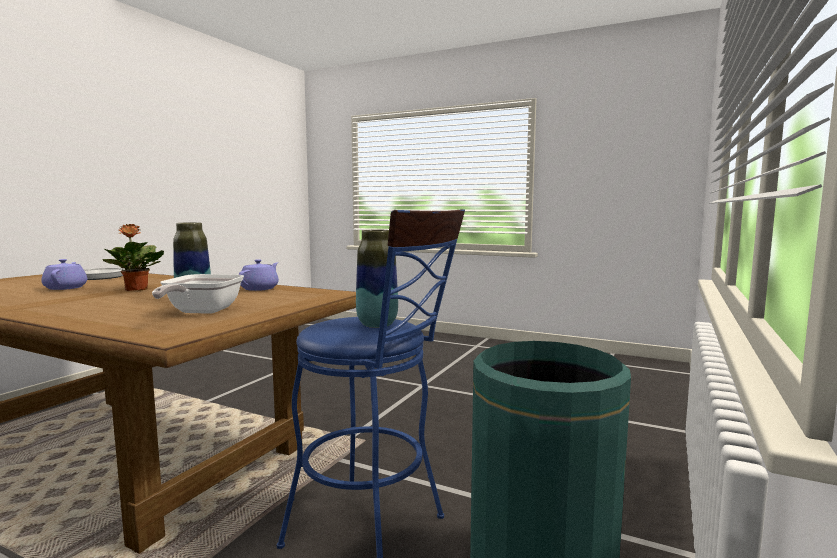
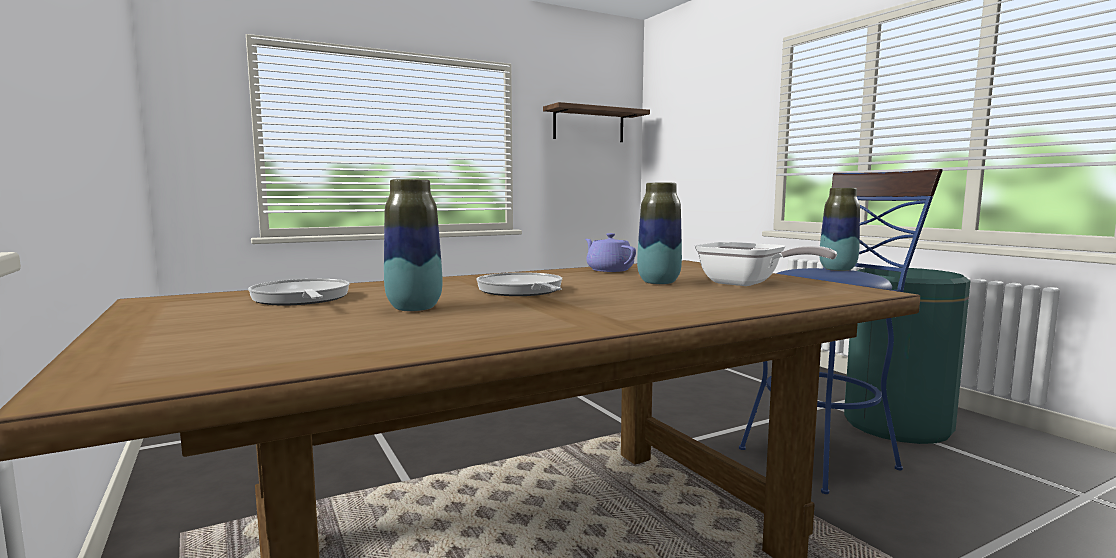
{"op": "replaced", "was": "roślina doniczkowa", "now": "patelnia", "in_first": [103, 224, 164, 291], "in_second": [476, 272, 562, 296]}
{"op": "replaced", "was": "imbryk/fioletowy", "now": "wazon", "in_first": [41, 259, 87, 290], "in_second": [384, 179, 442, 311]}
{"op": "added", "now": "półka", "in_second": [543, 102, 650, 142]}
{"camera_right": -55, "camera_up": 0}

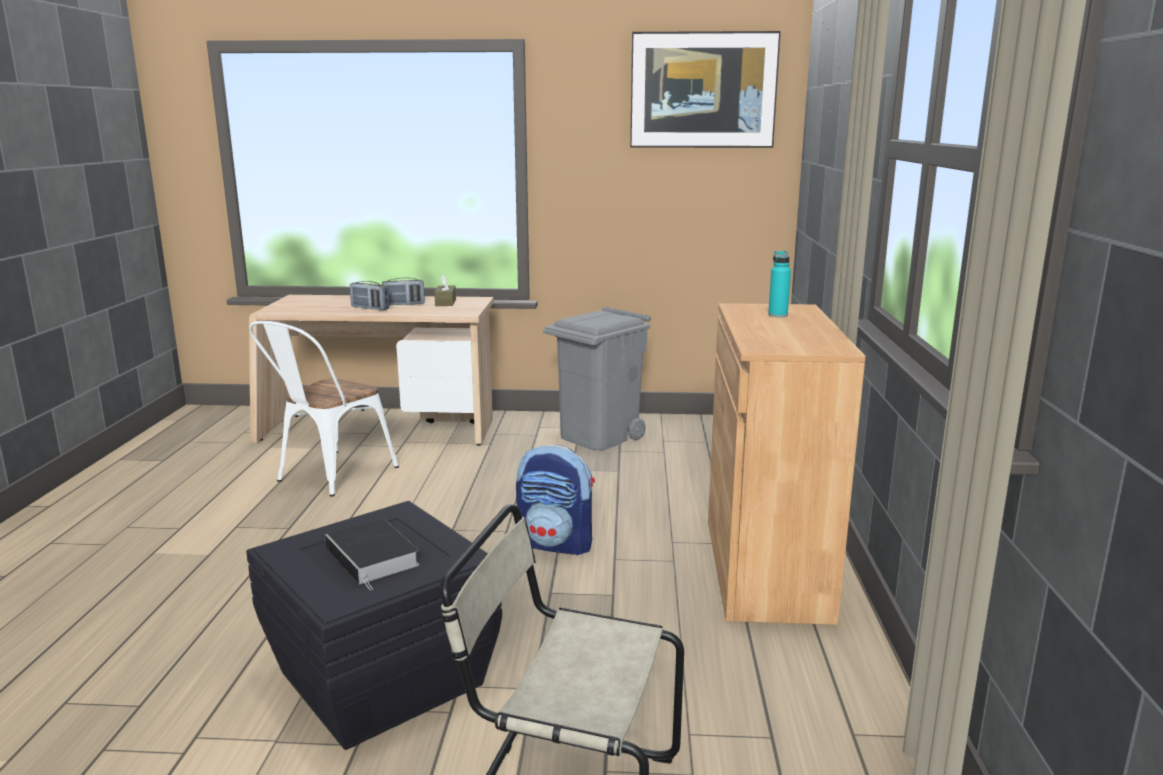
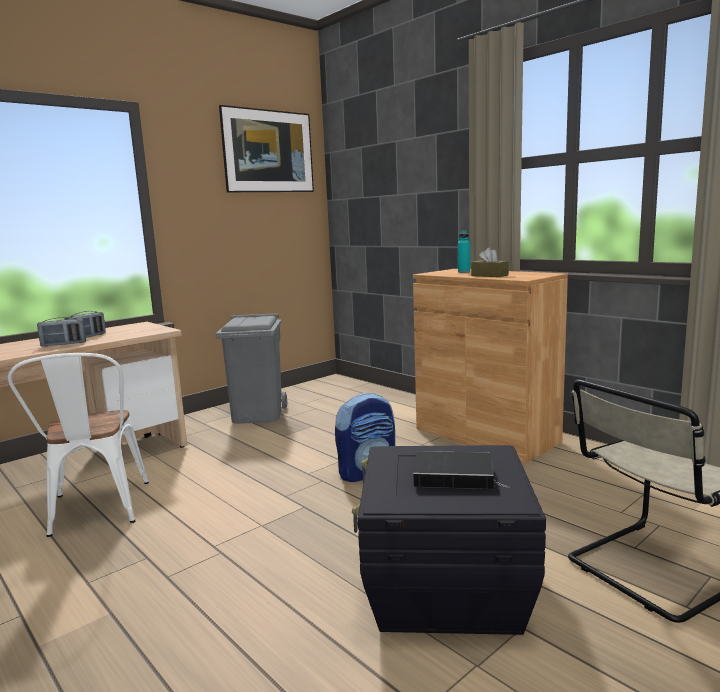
{"op": "moved", "was": "pudełko chusteczek/brązowy", "in_first": [434, 275, 456, 306], "in_second": [471, 248, 509, 277]}
{"camera_right": -45, "camera_up": -5}

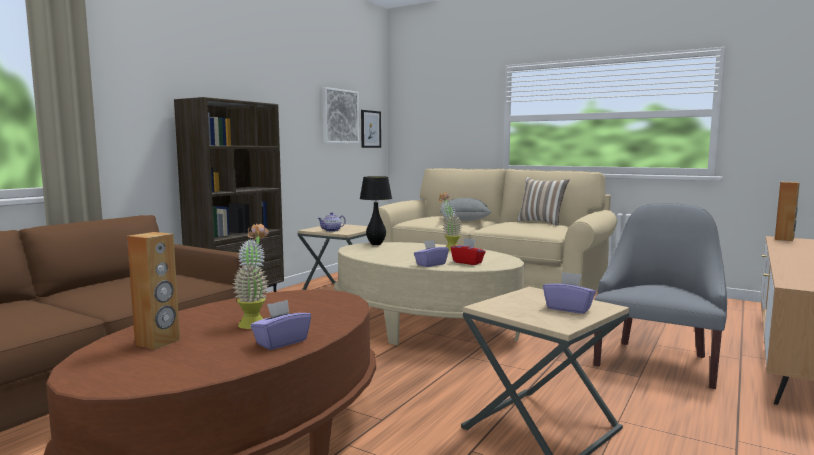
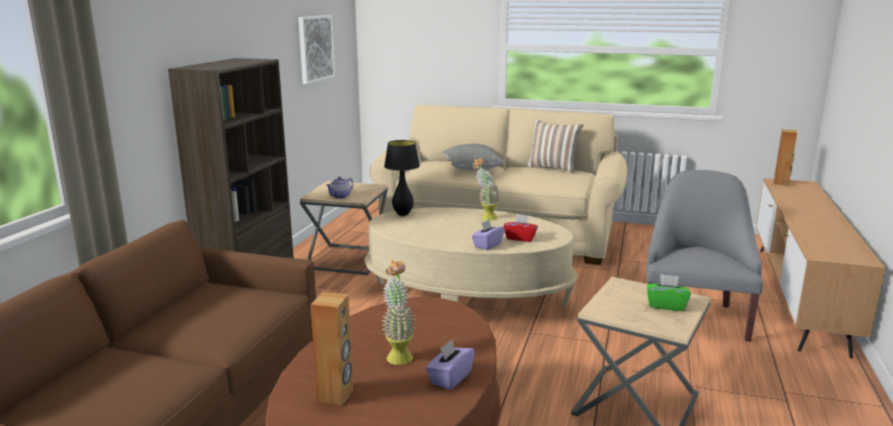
{"op": "removed", "was": "obraz", "in_first": [361, 110, 381, 148]}
{"op": "recoloured", "was": "pudełko chusteczek/fioletowy", "now": "pudełko chusteczek/zielony", "in_first": [543, 272, 596, 314], "in_second": [647, 274, 691, 311]}
{"camera_right": -15, "camera_up": 10}

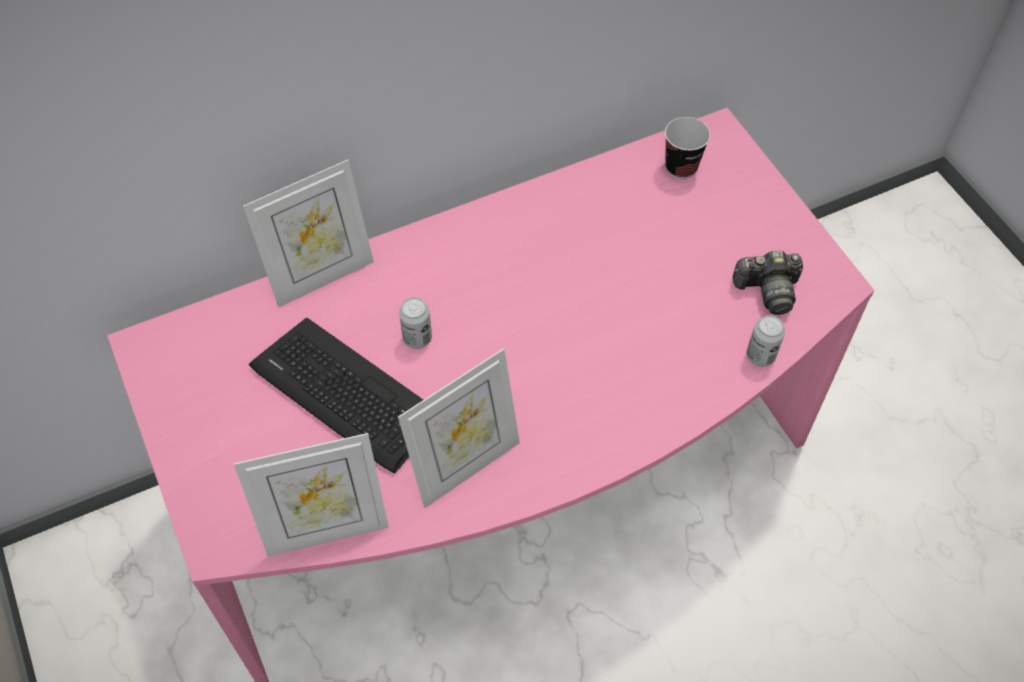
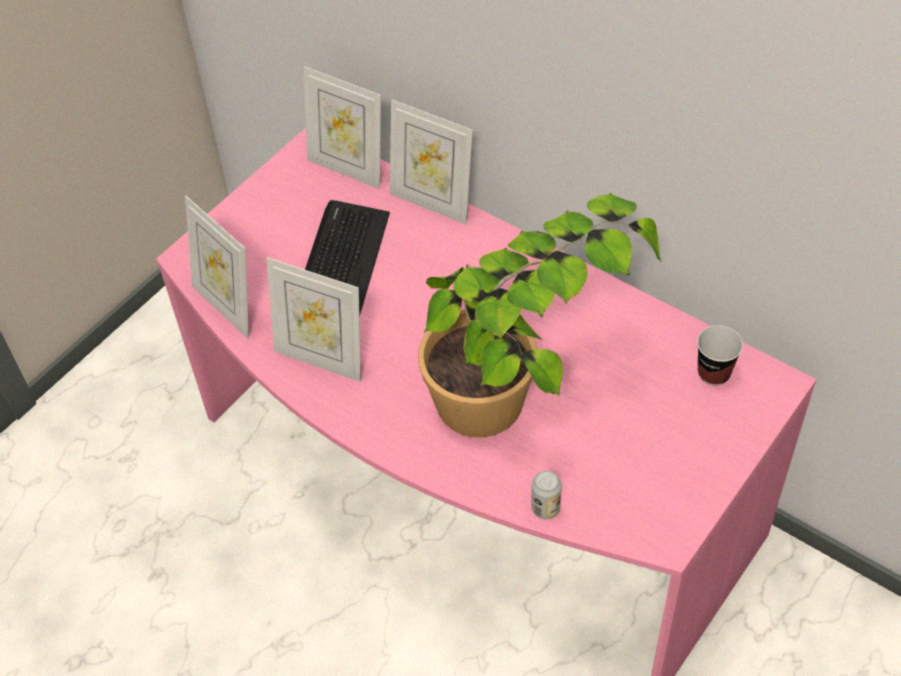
{"op": "removed", "was": "aparat fotograficzny", "in_first": [733, 251, 803, 315]}
{"op": "removed", "was": "puszka", "in_first": [399, 297, 432, 349]}
{"op": "added", "now": "ramka na zdjęcie", "in_second": [304, 66, 381, 189]}
{"op": "added", "now": "roślina doniczkowa", "in_second": [418, 193, 661, 437]}
{"camera_right": 65, "camera_up": -5}

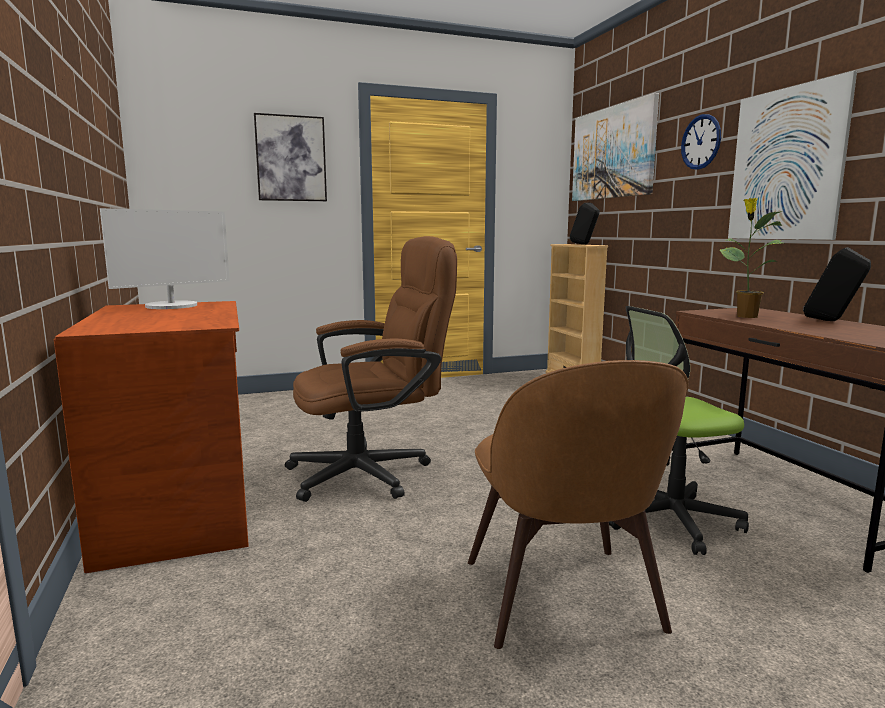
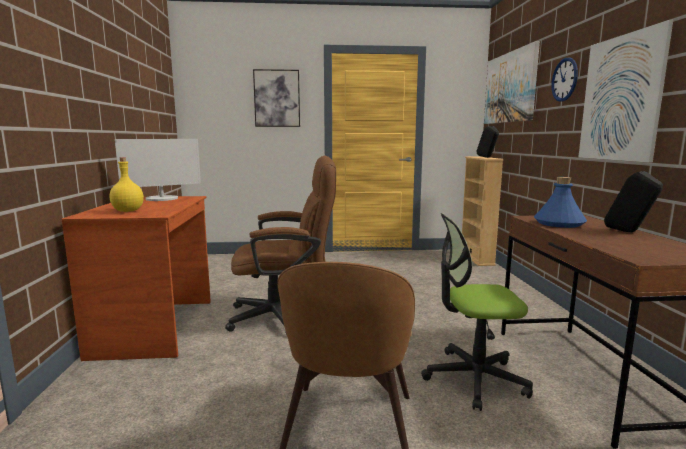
{"op": "replaced", "was": "roślina doniczkowa", "now": "butelka/niebieski", "in_first": [720, 198, 783, 318], "in_second": [534, 177, 587, 228]}
{"op": "added", "now": "butelka/żółty", "in_second": [109, 157, 144, 212]}
{"camera_right": 15, "camera_up": 0}

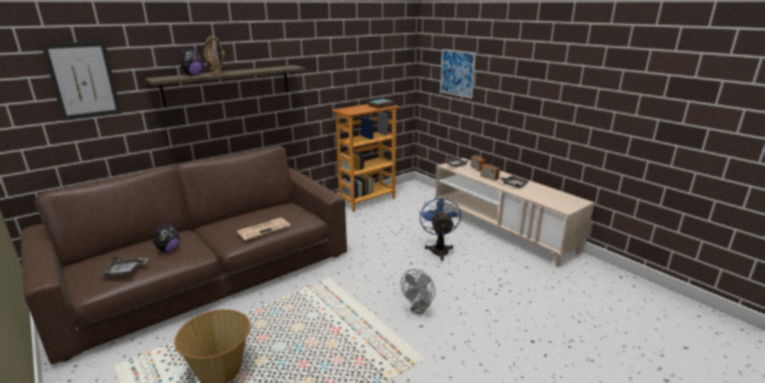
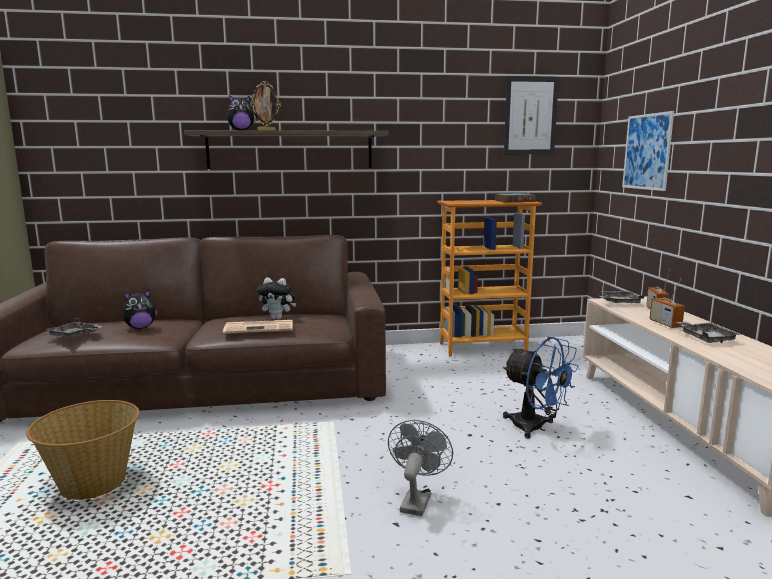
{"op": "moved", "was": "obraz", "in_first": [41, 41, 122, 121], "in_second": [504, 76, 559, 154]}
{"op": "turned", "was": "wentylator/niebieski", "in_first": [419, 196, 461, 261], "in_second": [503, 337, 579, 439], "clockwise": 105}
{"op": "turned", "was": "wentylator/szary", "in_first": [401, 269, 435, 315], "in_second": [388, 420, 453, 516], "clockwise": 135}
{"op": "added", "now": "pluszak", "in_second": [257, 277, 296, 320]}
{"camera_right": 30, "camera_up": -10}

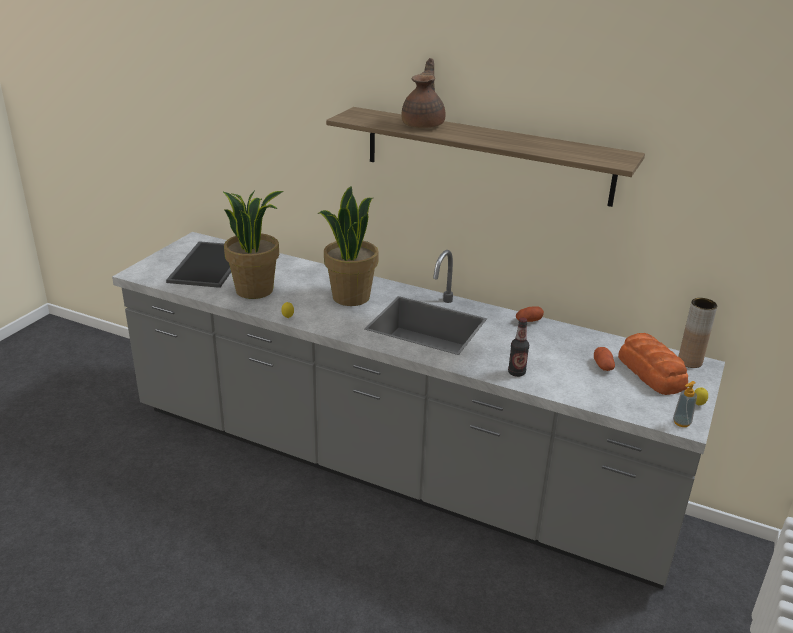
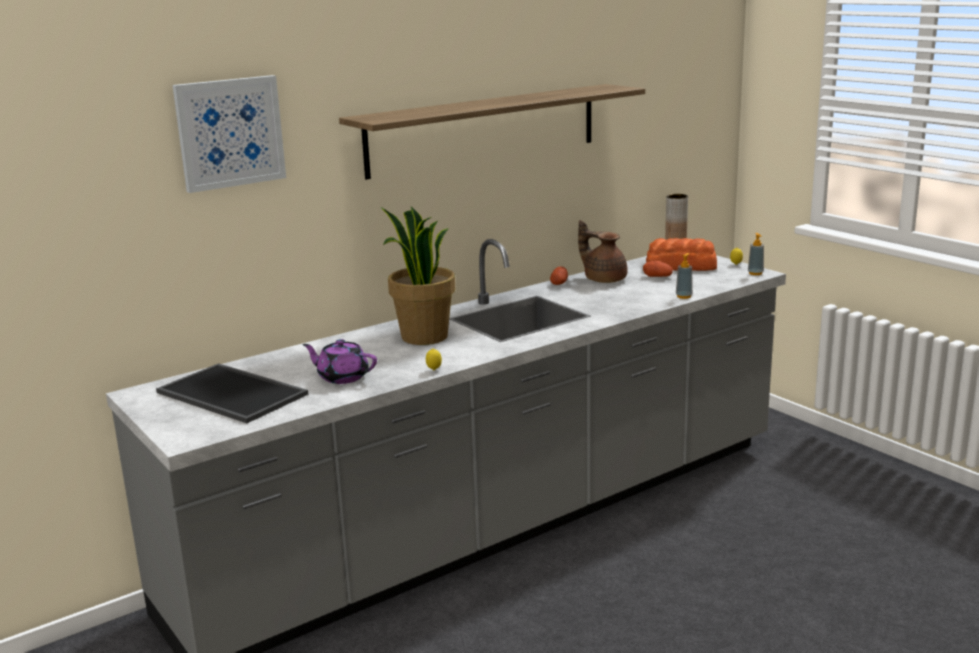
{"op": "moved", "was": "imbryk/brązowy", "in_first": [402, 58, 445, 128], "in_second": [578, 220, 628, 283]}
{"op": "replaced", "was": "roślina doniczkowa", "now": "imbryk/fioletowy", "in_first": [223, 190, 283, 299], "in_second": [302, 339, 377, 384]}
{"op": "removed", "was": "butelka", "in_first": [508, 317, 529, 377]}
{"op": "added", "now": "obraz", "in_second": [172, 75, 286, 193]}
{"op": "added", "now": "dozownik mydła", "in_second": [676, 253, 693, 299]}
{"camera_right": -60, "camera_up": -10}

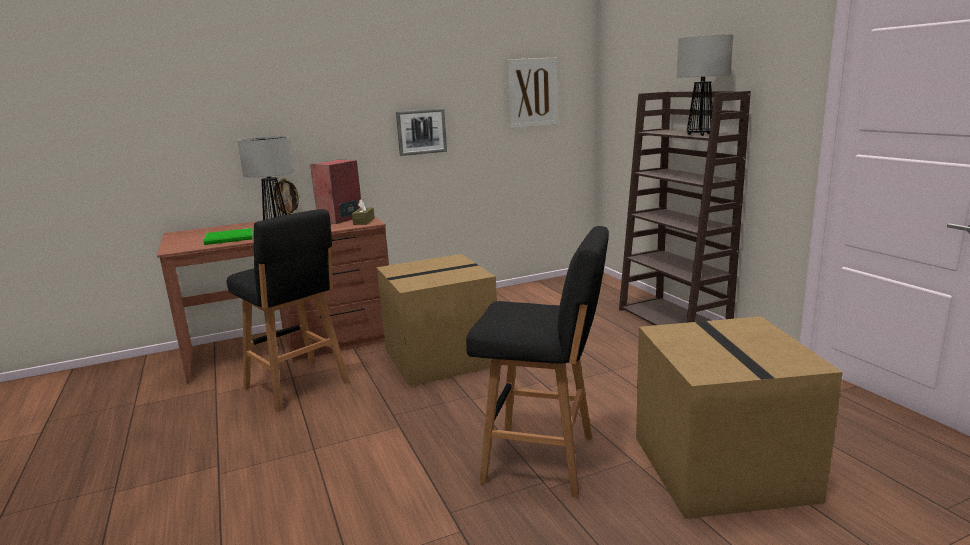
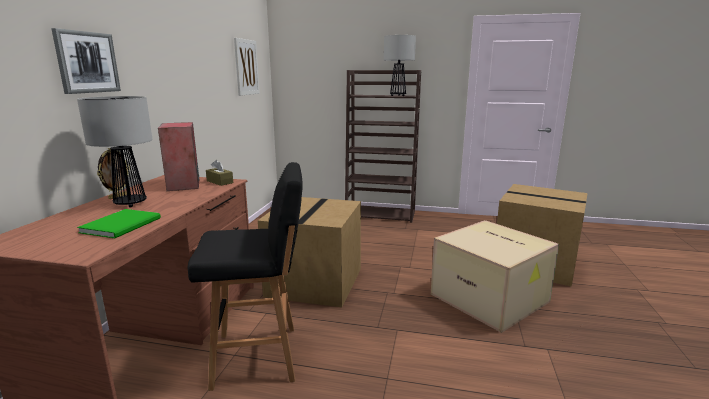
{"op": "moved", "was": "obraz", "in_first": [396, 108, 447, 156], "in_second": [51, 28, 121, 94]}
{"op": "replaced", "was": "stołek/czarny", "now": "karton", "in_first": [466, 226, 609, 497], "in_second": [431, 220, 559, 333]}
{"camera_right": -55, "camera_up": 0}

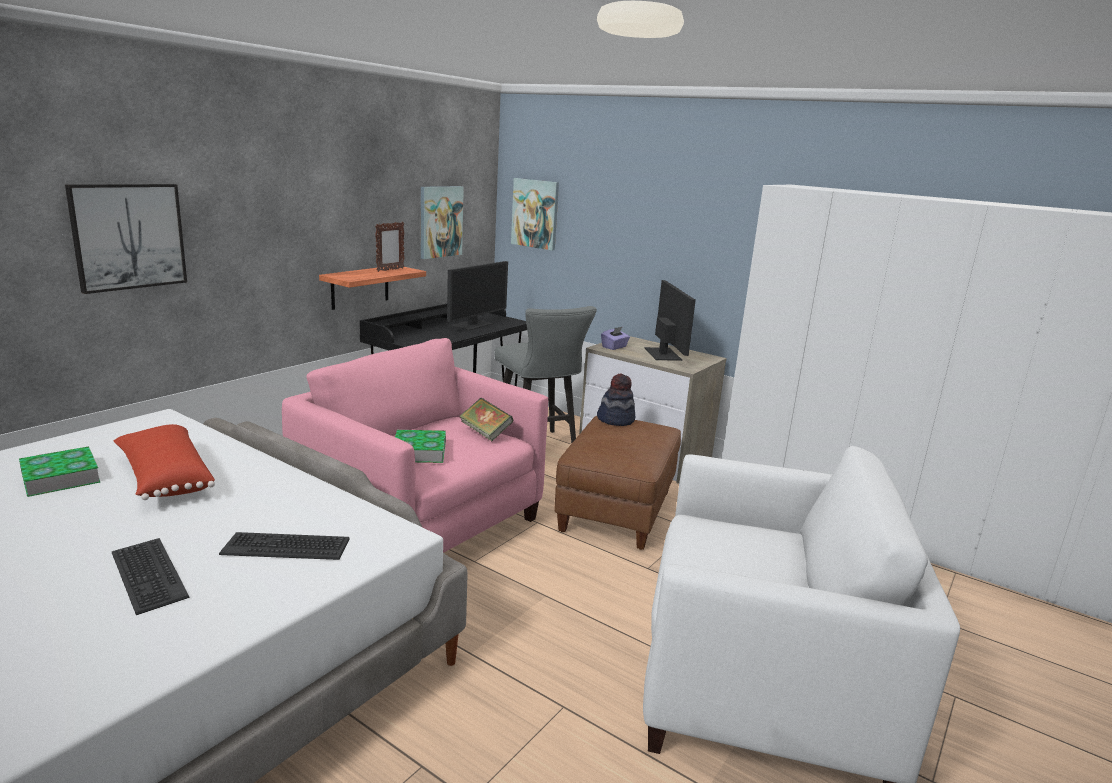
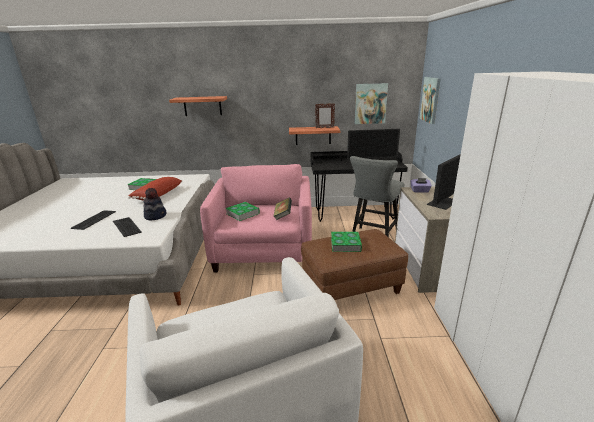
{"op": "replaced", "was": "obraz", "now": "półka", "in_first": [65, 184, 187, 294], "in_second": [169, 96, 227, 116]}
{"op": "moved", "was": "kapelusz", "in_first": [597, 373, 635, 426], "in_second": [143, 188, 167, 221]}
{"op": "added", "now": "książka", "in_second": [331, 232, 362, 252]}
{"camera_right": 55, "camera_up": 5}

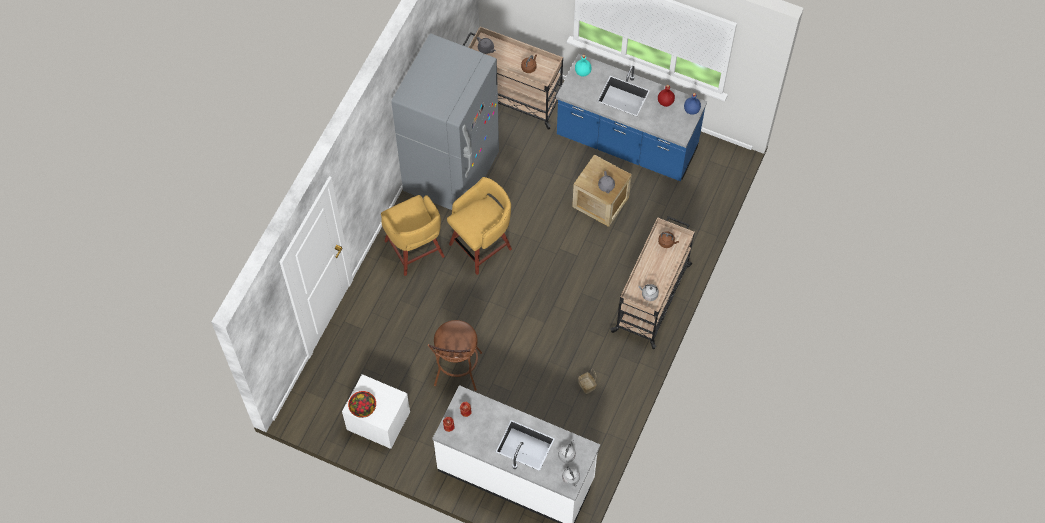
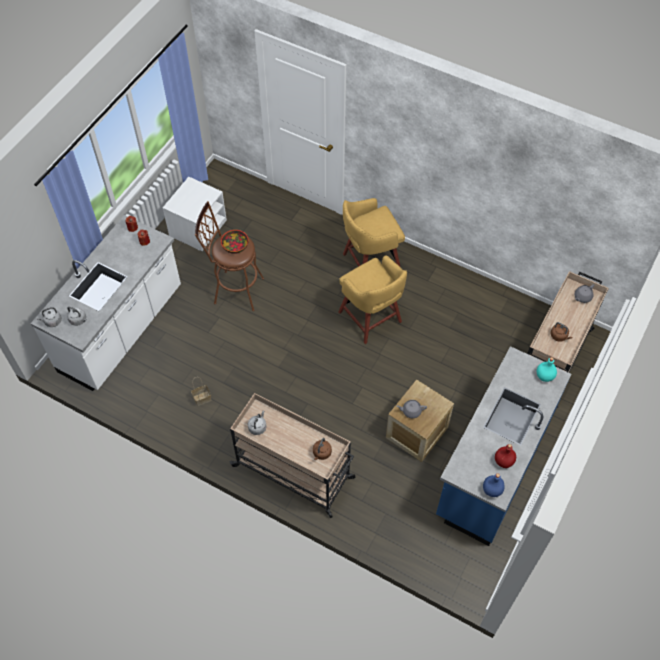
{"op": "removed", "was": "lodówka/szary", "in_first": [391, 33, 499, 210]}
{"op": "moved", "was": "miska", "in_first": [348, 391, 376, 418], "in_second": [221, 230, 249, 254]}
{"camera_right": 95, "camera_up": -5}

